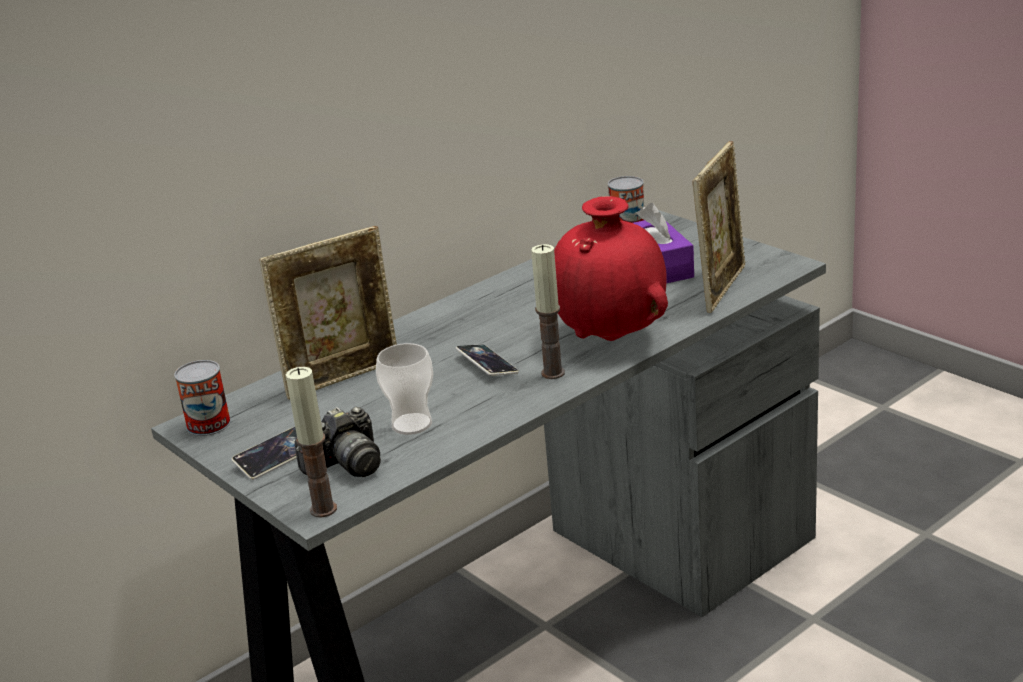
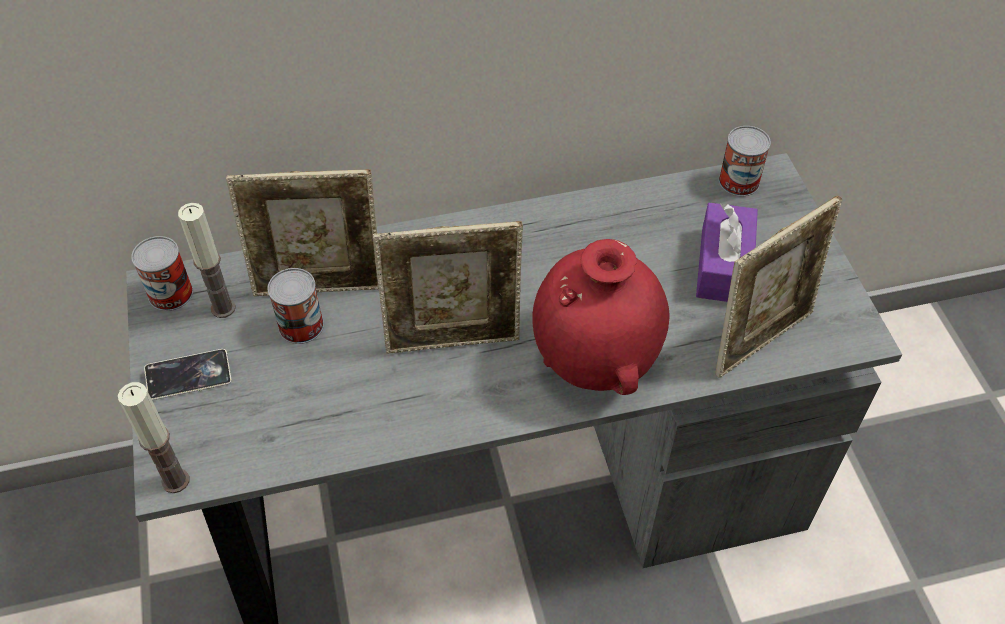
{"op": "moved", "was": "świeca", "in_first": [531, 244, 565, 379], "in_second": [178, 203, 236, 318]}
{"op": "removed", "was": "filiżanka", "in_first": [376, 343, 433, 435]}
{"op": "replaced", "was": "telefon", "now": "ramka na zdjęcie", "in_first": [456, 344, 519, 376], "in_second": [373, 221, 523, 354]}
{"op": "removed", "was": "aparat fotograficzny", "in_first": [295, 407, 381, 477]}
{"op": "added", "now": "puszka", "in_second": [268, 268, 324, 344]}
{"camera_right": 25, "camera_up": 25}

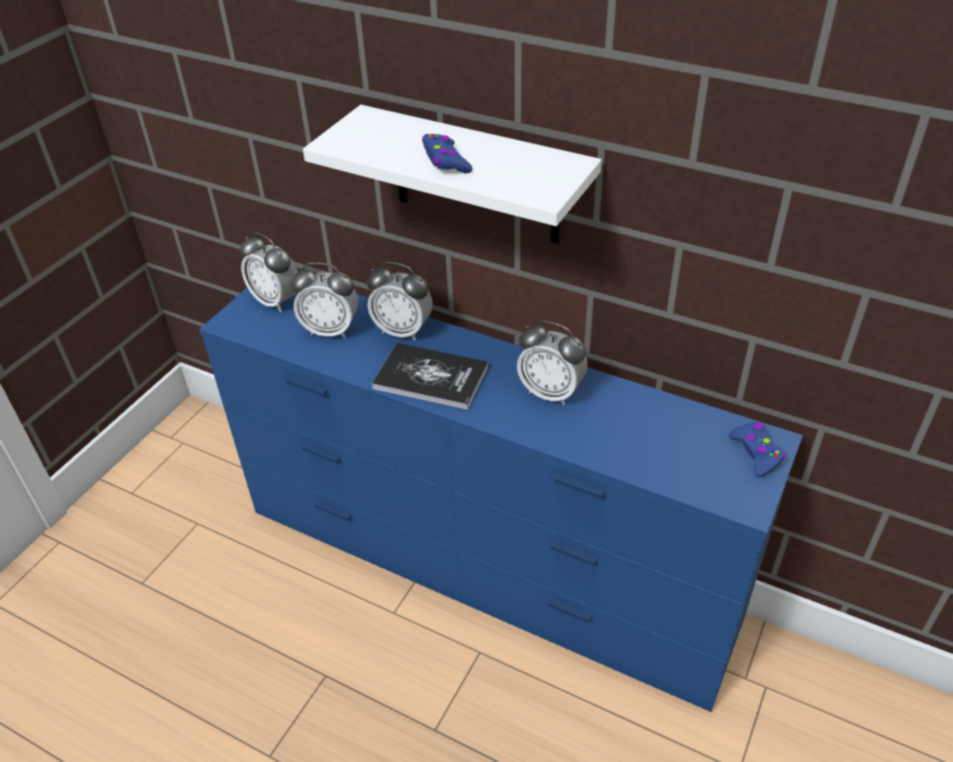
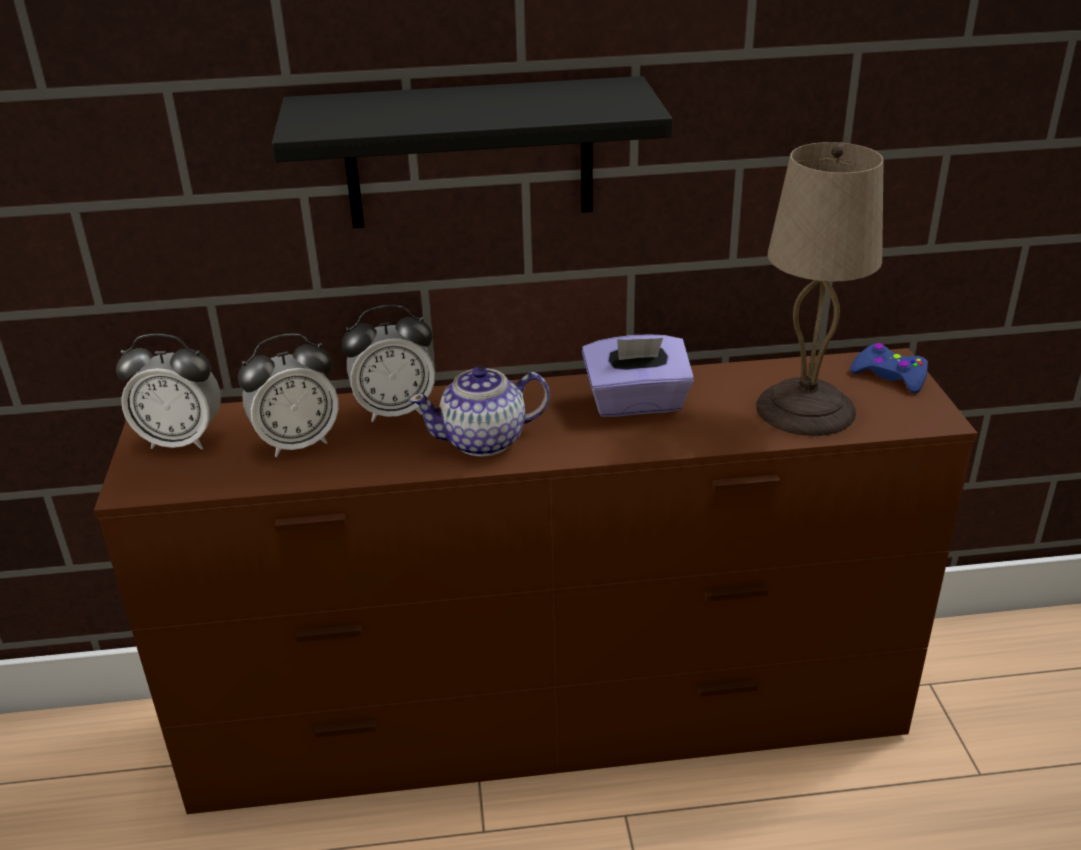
{"op": "recoloured", "was": "półka/biały", "now": "półka/czarny", "in_first": [303, 105, 602, 244], "in_second": [272, 76, 673, 228]}
{"op": "removed", "was": "pad do gier/niebieski", "in_first": [422, 134, 472, 174]}
{"op": "recoloured", "was": "komoda/niebieski", "now": "komoda/brązowy", "in_first": [199, 288, 803, 712], "in_second": [94, 348, 978, 814]}
{"op": "replaced", "was": "budzik", "now": "pudełko chusteczek/fioletowy", "in_first": [517, 321, 588, 405], "in_second": [582, 334, 694, 417]}
{"op": "replaced", "was": "książka", "now": "imbryk", "in_first": [372, 343, 489, 410], "in_second": [409, 366, 550, 457]}
{"op": "added", "now": "lampa stołowa/beżowy", "in_second": [756, 142, 884, 436]}
{"camera_right": -35, "camera_up": -10}

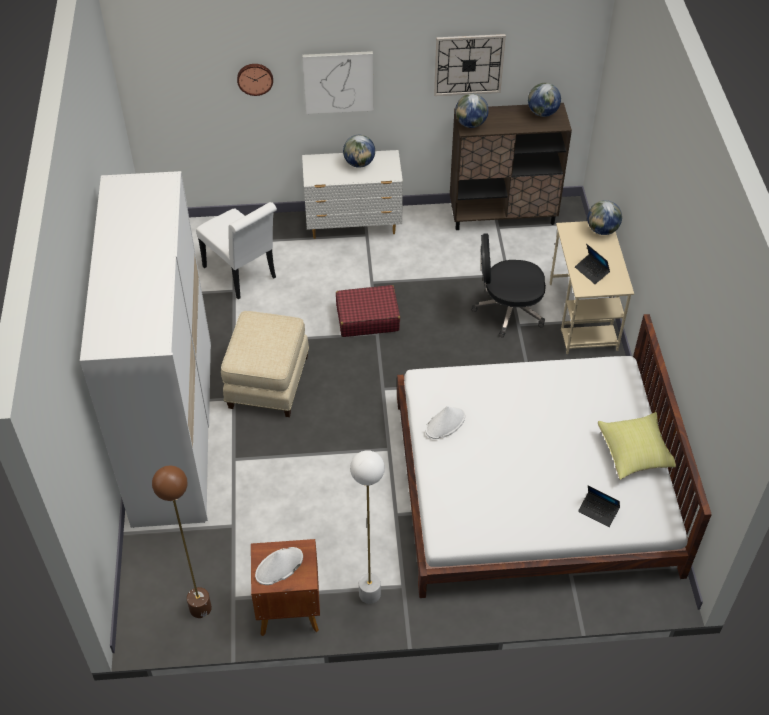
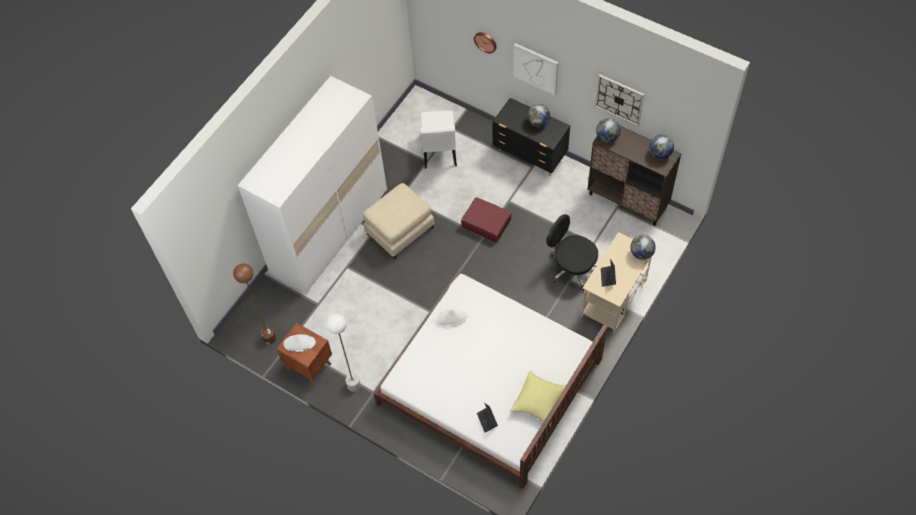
{"op": "recoloured", "was": "komoda/biały", "now": "komoda/czarny", "in_first": [302, 150, 403, 239], "in_second": [493, 98, 570, 176]}
{"camera_right": 40, "camera_up": 10}

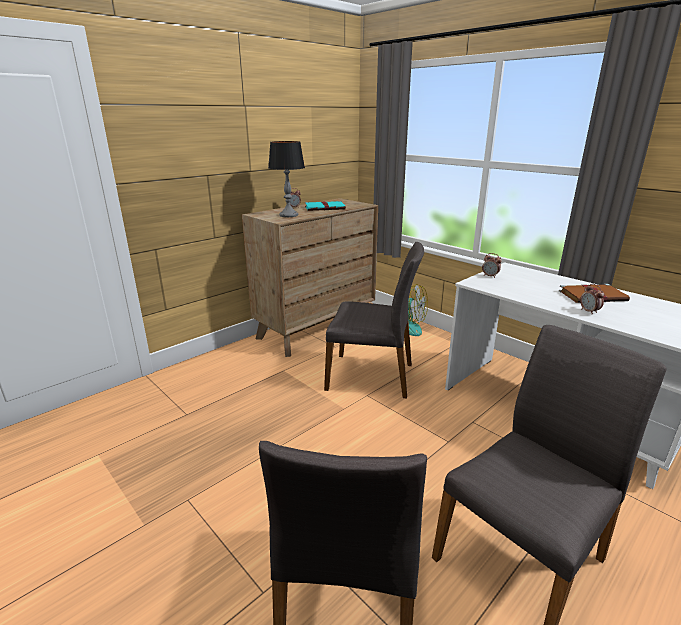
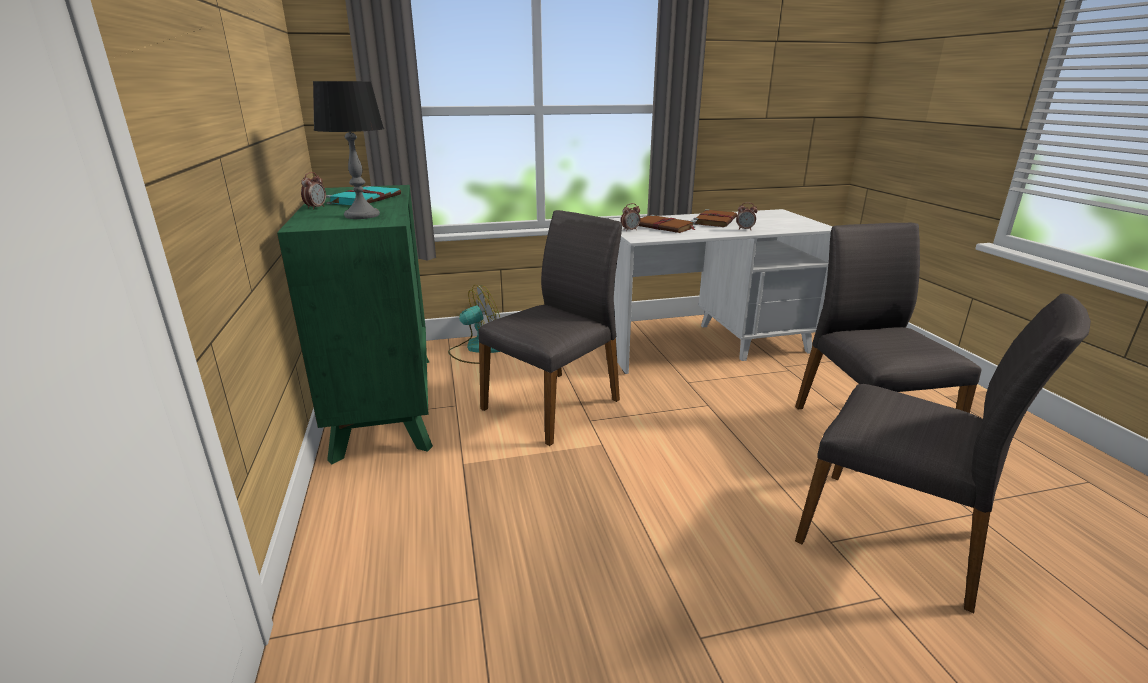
{"op": "recoloured", "was": "komoda/brązowy", "now": "komoda/zielony", "in_first": [242, 198, 378, 357], "in_second": [277, 185, 433, 464]}
{"op": "added", "now": "książka/brązowy", "in_second": [639, 215, 695, 233]}
{"camera_right": -60, "camera_up": 0}

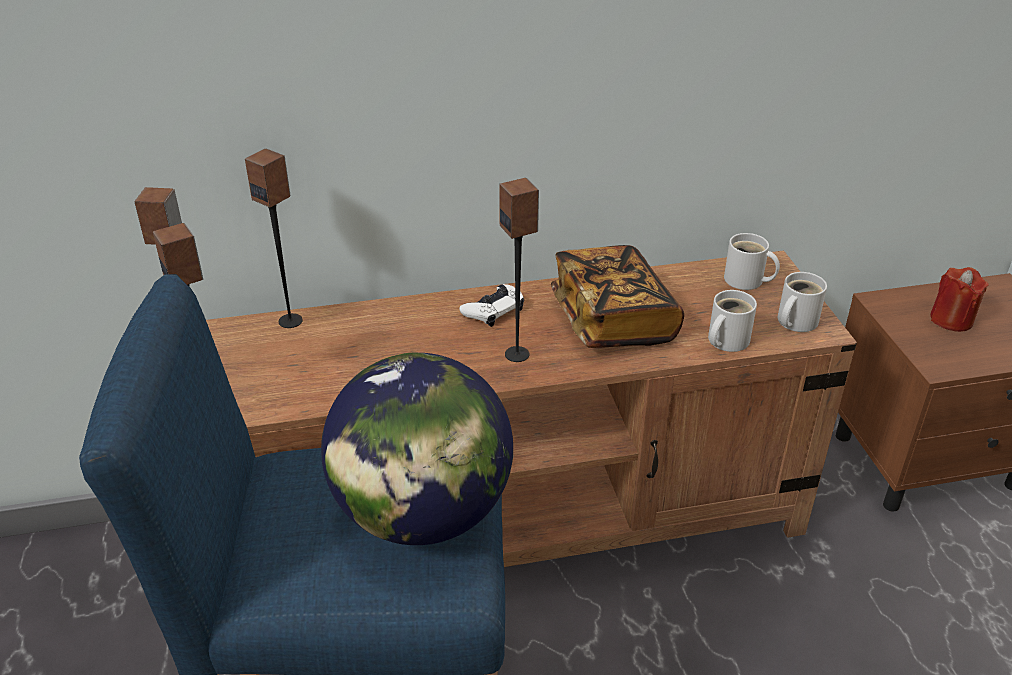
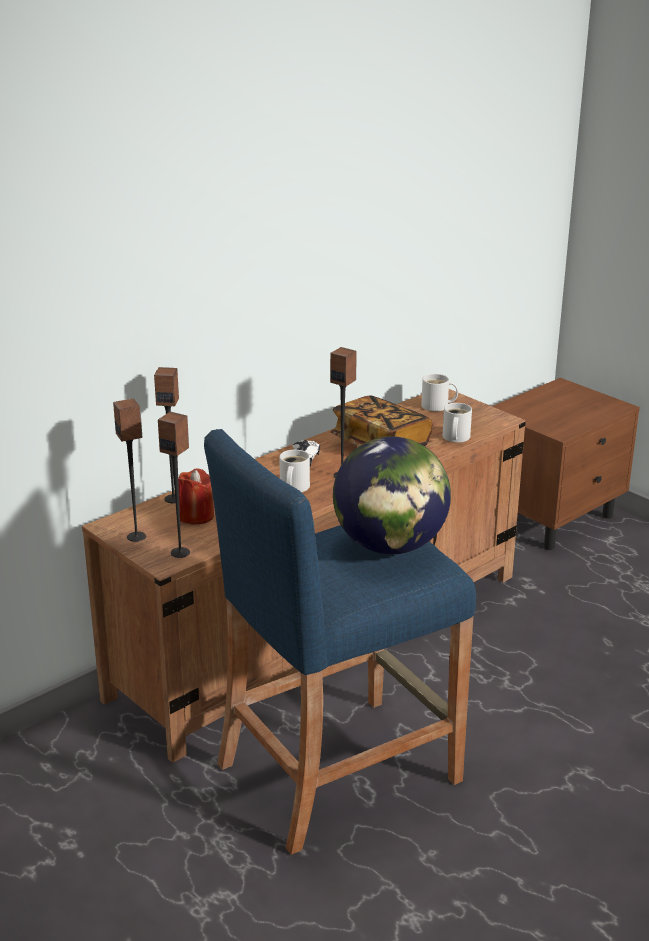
{"op": "moved", "was": "świeca/czerwony", "in_first": [930, 267, 989, 332], "in_second": [178, 468, 214, 524]}
{"op": "moved", "was": "kubek/biały", "in_first": [778, 272, 827, 332], "in_second": [279, 450, 310, 492]}
{"camera_right": -30, "camera_up": -10}

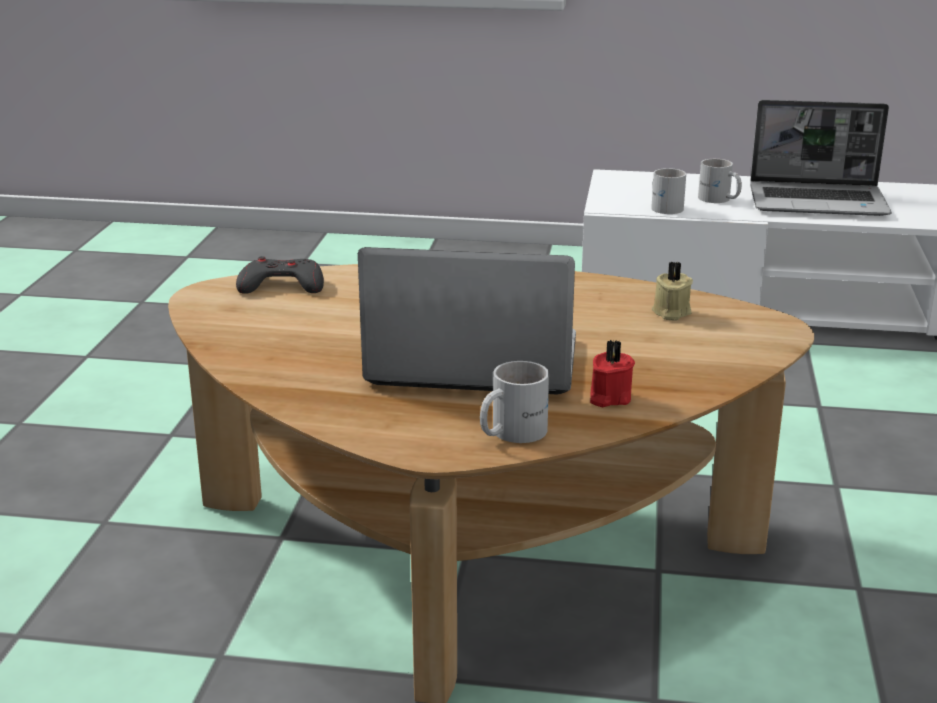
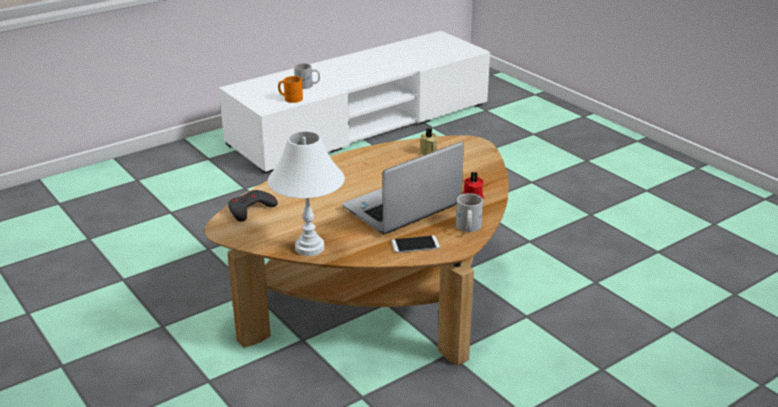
{"op": "removed", "was": "laptop", "in_first": [750, 100, 892, 216]}
{"op": "recoloured", "was": "kubek/biały", "now": "kubek/pomarańczowy", "in_first": [651, 168, 686, 214], "in_second": [278, 76, 303, 103]}
{"op": "added", "now": "lampa stołowa/biały", "in_second": [268, 131, 345, 256]}
{"op": "added", "now": "telefon", "in_second": [391, 236, 440, 253]}
{"camera_right": -45, "camera_up": 5}

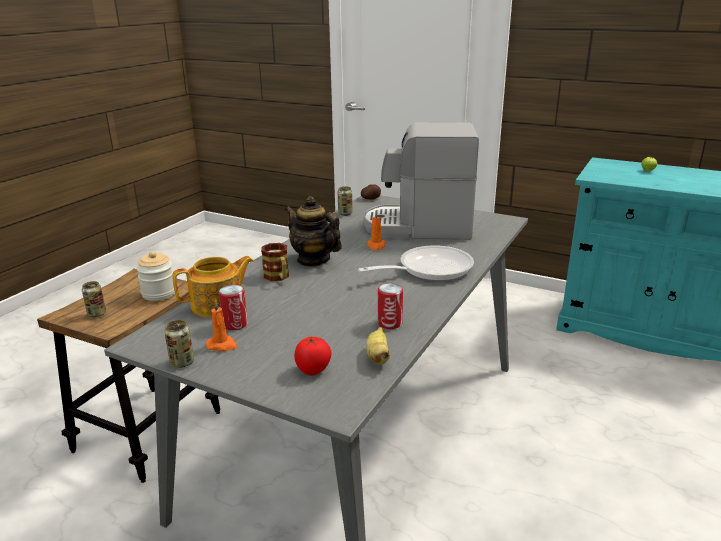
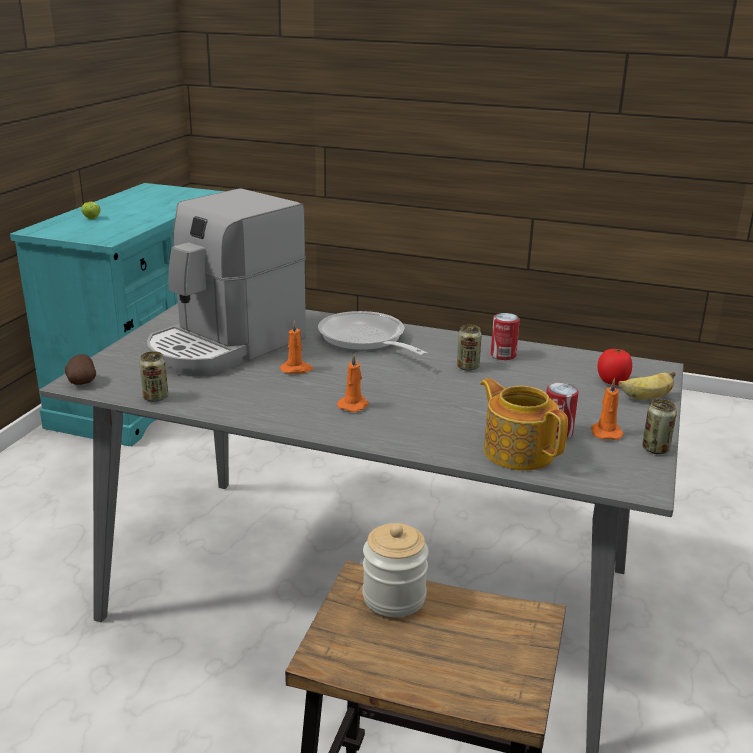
{"op": "turned", "was": "ekspres do kawy", "in_first": [363, 122, 479, 240], "in_second": [147, 189, 306, 376], "clockwise": 45}
{"op": "replaced", "was": "imbryk", "now": "świeca/pomarańczowy", "in_first": [285, 196, 342, 267], "in_second": [337, 354, 369, 412]}
{"op": "removed", "was": "kubek", "in_first": [261, 243, 289, 281]}
{"op": "moved", "was": "puszka", "in_first": [82, 281, 106, 317], "in_second": [457, 325, 482, 371]}
{"op": "moved", "was": "banan", "in_first": [366, 327, 390, 365], "in_second": [619, 371, 676, 400]}
{"camera_right": -100, "camera_up": 0}

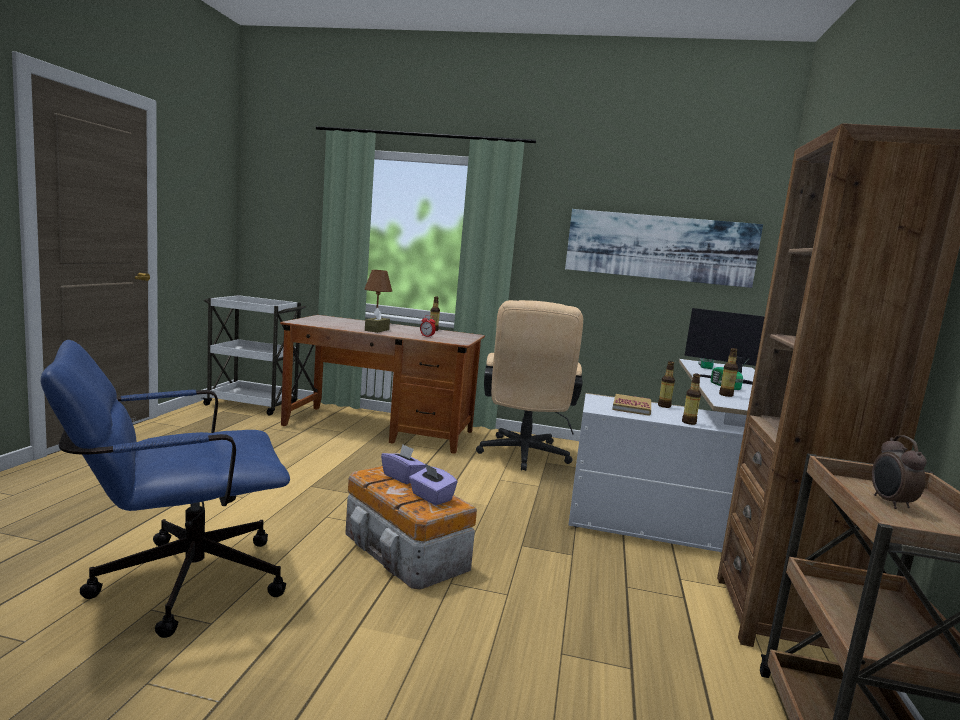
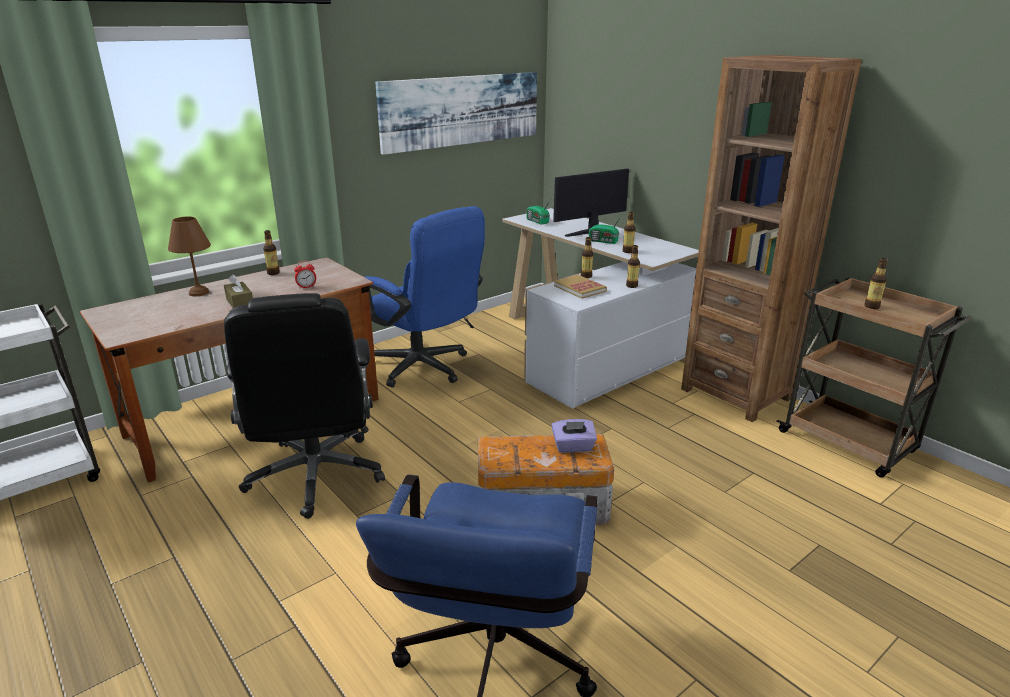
{"op": "recoloured", "was": "krzesło biurowe/beżowy", "now": "krzesło biurowe/niebieski", "in_first": [476, 300, 583, 471], "in_second": [365, 206, 485, 388]}
{"op": "replaced", "was": "budzik", "now": "butelka", "in_first": [872, 435, 927, 509], "in_second": [864, 258, 887, 309]}
{"op": "removed", "was": "pudełko chusteczek/fioletowy", "in_first": [381, 445, 426, 484]}
{"op": "added", "now": "krzesło biurowe/czarny", "in_second": [224, 293, 385, 519]}
{"camera_right": -50, "camera_up": 15}

